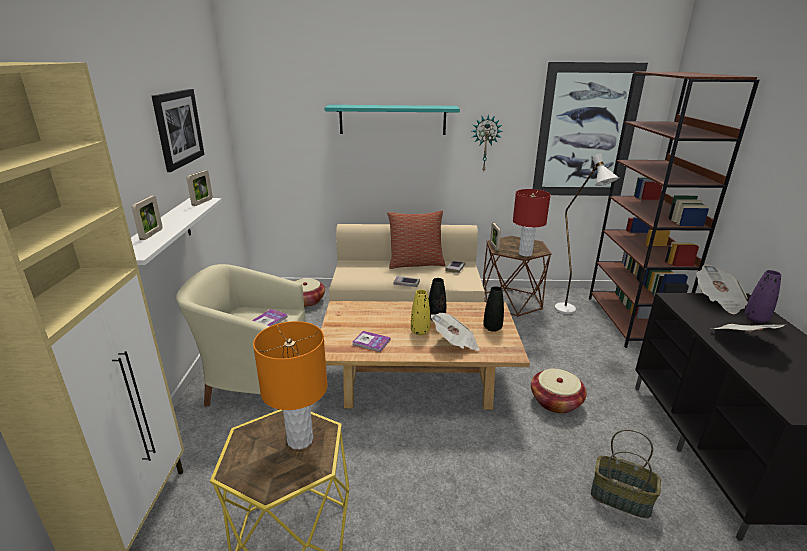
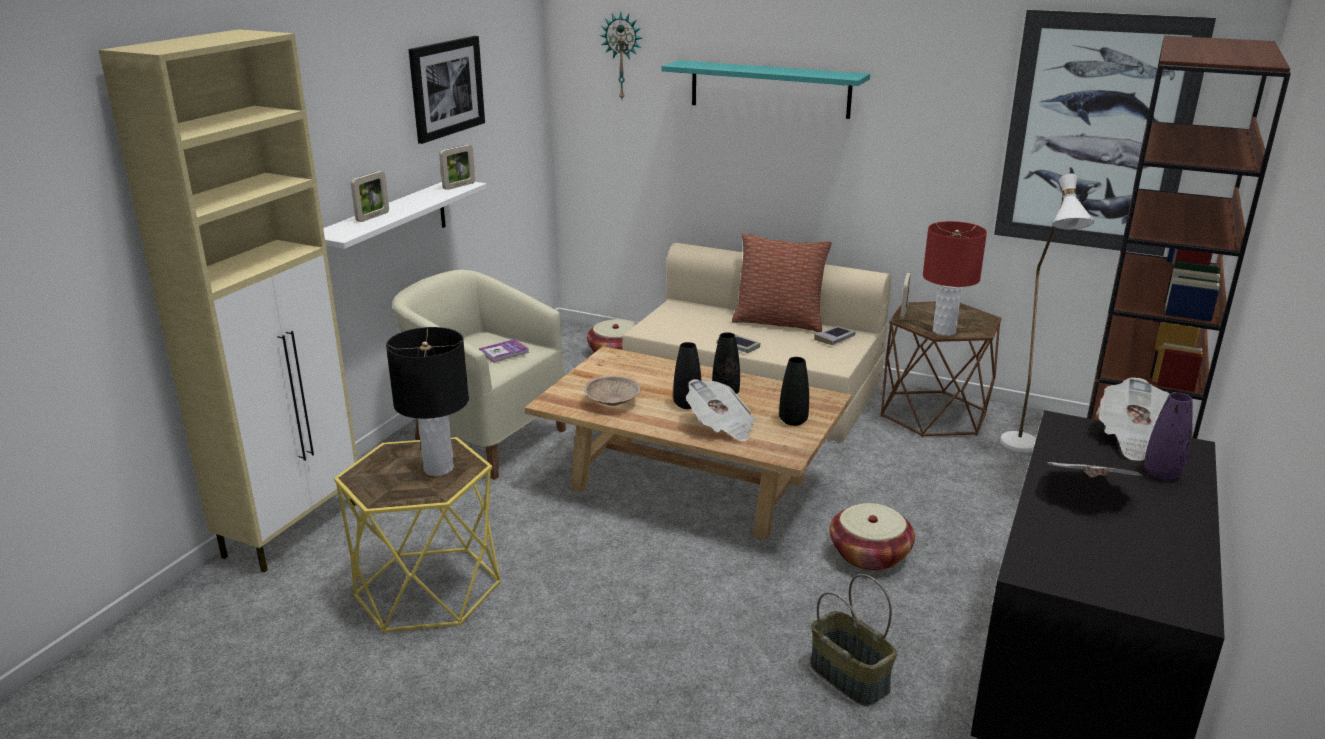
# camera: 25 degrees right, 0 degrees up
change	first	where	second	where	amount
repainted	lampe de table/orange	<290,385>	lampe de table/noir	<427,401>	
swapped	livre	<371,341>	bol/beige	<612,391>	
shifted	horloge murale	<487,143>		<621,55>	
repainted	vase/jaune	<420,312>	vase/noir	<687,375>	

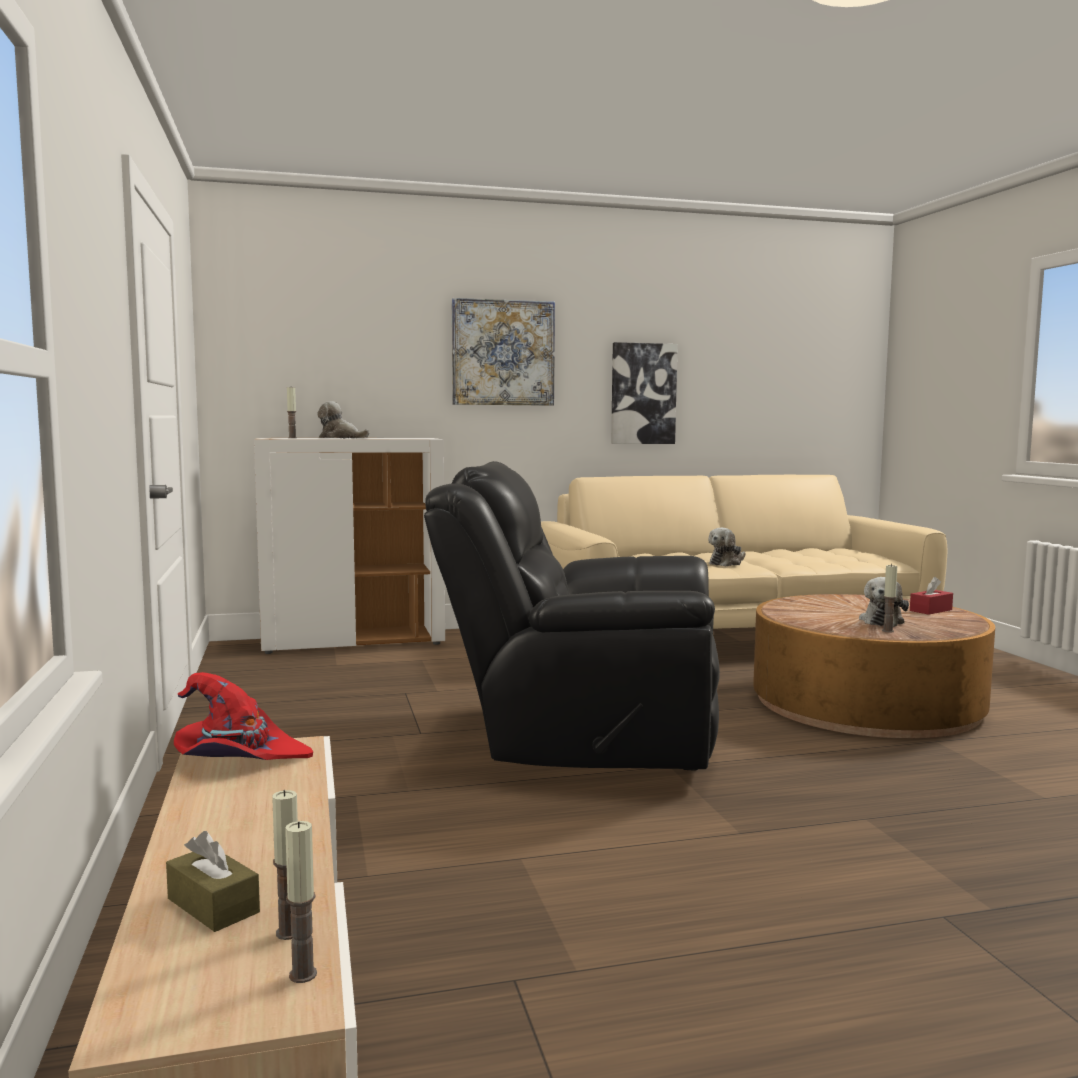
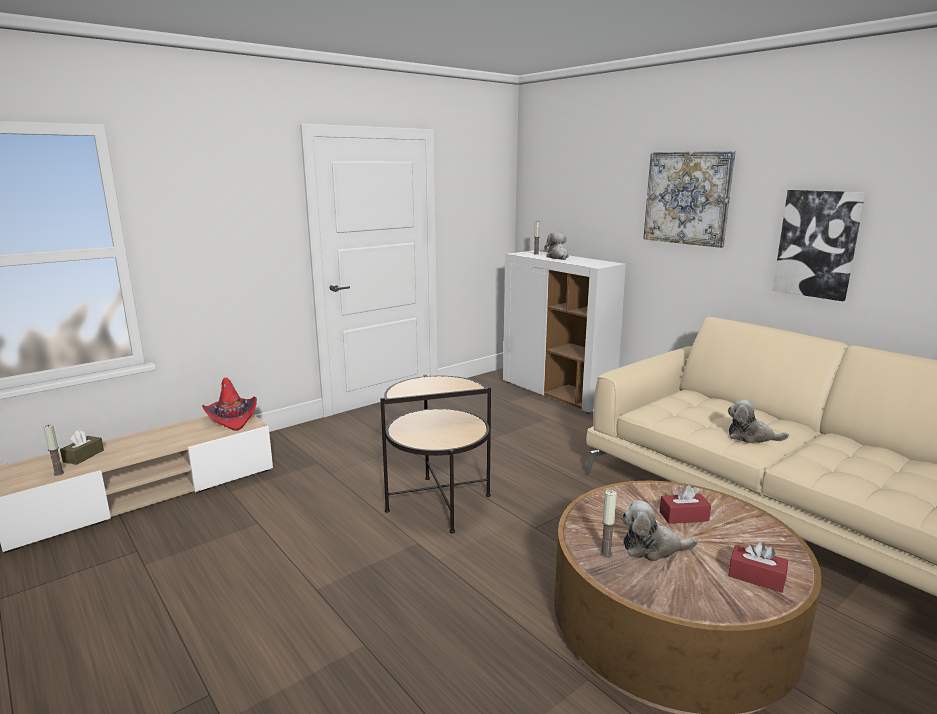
# camera: 65 degrees right, 10 degrees up
change	first	where	second	where	amount
swapped	fauteuil/noir	<572,615>	table d'appoint	<435,454>	
new			boîte à mouchoirs/rouge	<685,504>	
gone	bougie	<301,902>			

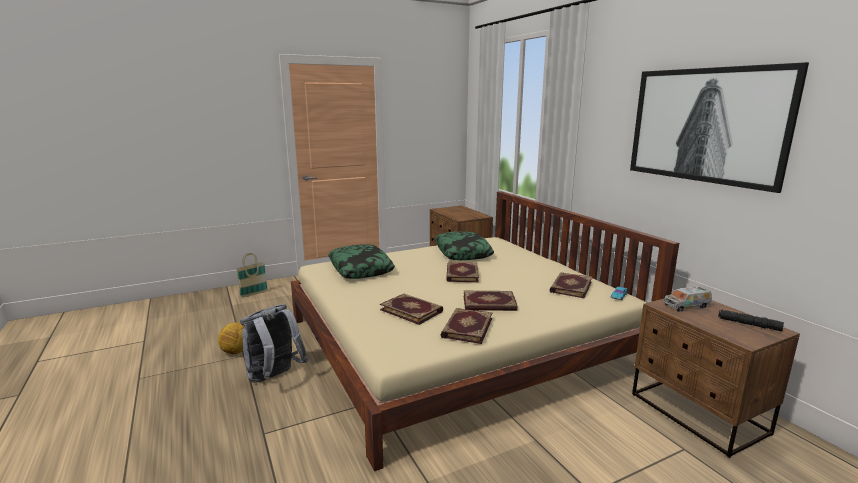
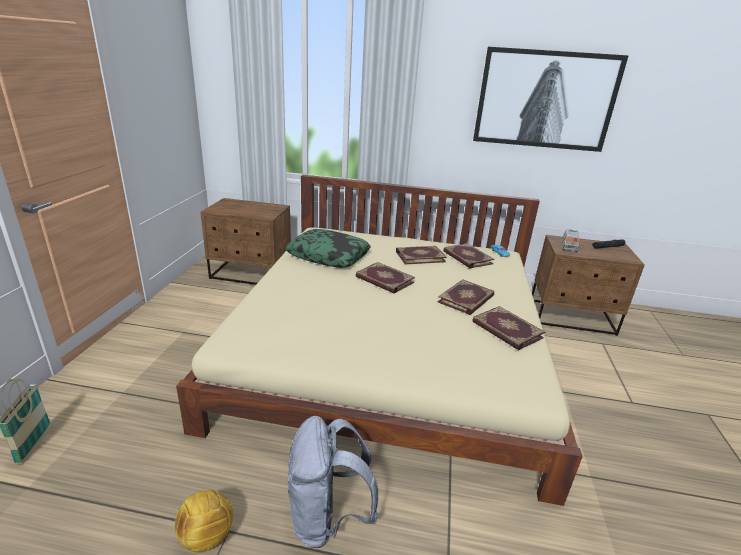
# camera: 55 degrees left, 10 degrees up
change	first	where	second	where	amount
shifted	livre	<411,309>		<421,255>	
gone	coussin	<361,261>			

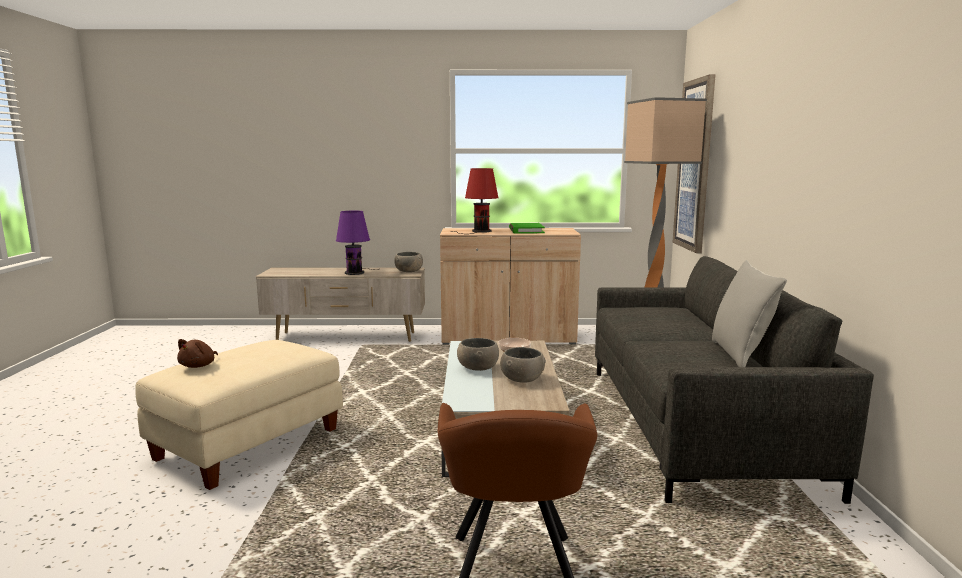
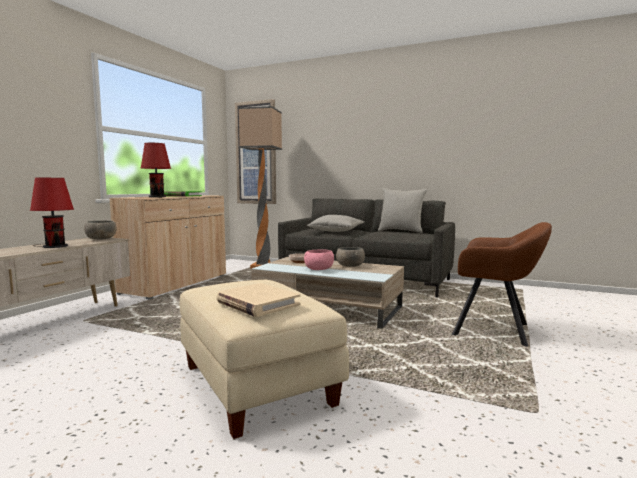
# camera: 65 degrees left, 5 degrees down
change	first	where	second	where	amount
repainted	lampe de table/violet	<357,243>	lampe de table/rouge	<52,213>	
swapped	peluche/marron	<197,353>	livre/beige	<259,300>	
repainted	bol/gris	<478,354>	bol/rose	<319,260>	
new			coussin/gris	<335,223>	

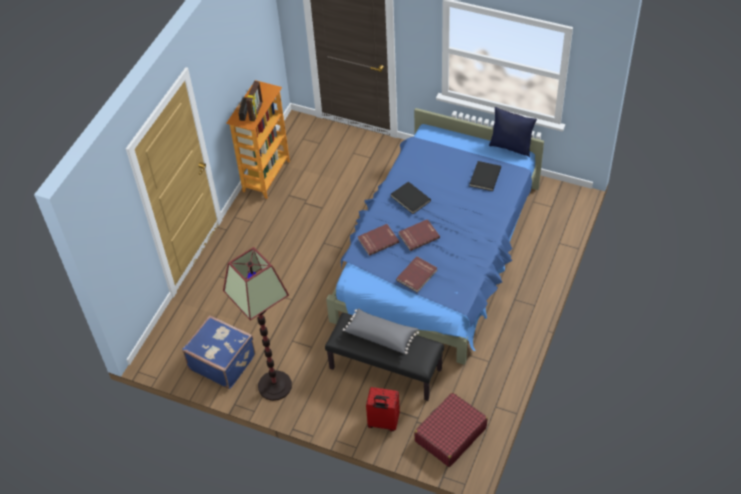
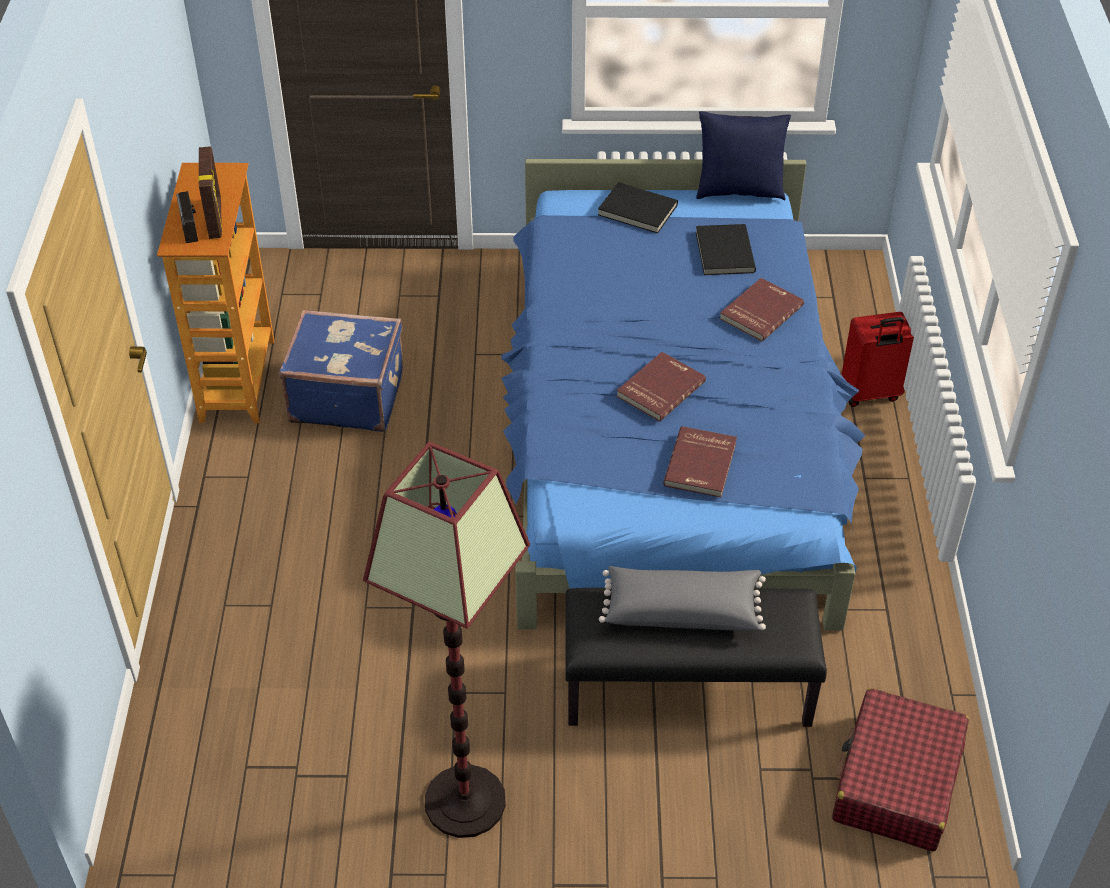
# camera: 25 degrees left, 5 degrees down
change	first	where	second	where	amount
shifted	valise/bleu	<218,352>		<341,371>	
shifted	livre/noir	<411,198>		<638,207>	
shifted	livre/rouge	<378,240>		<762,309>	
shifted	valise/rouge	<383,409>		<878,359>	

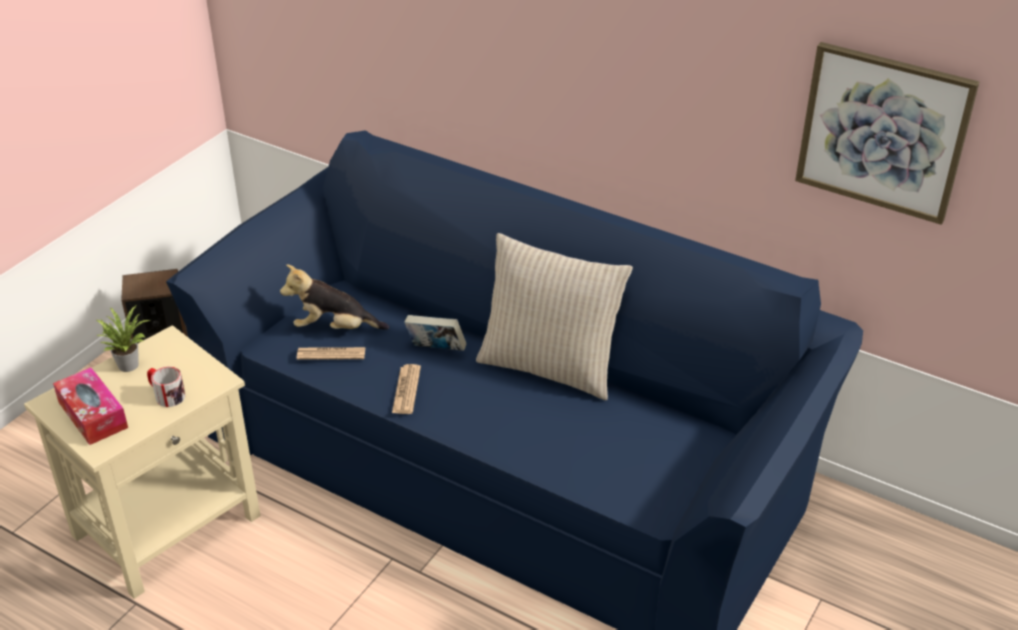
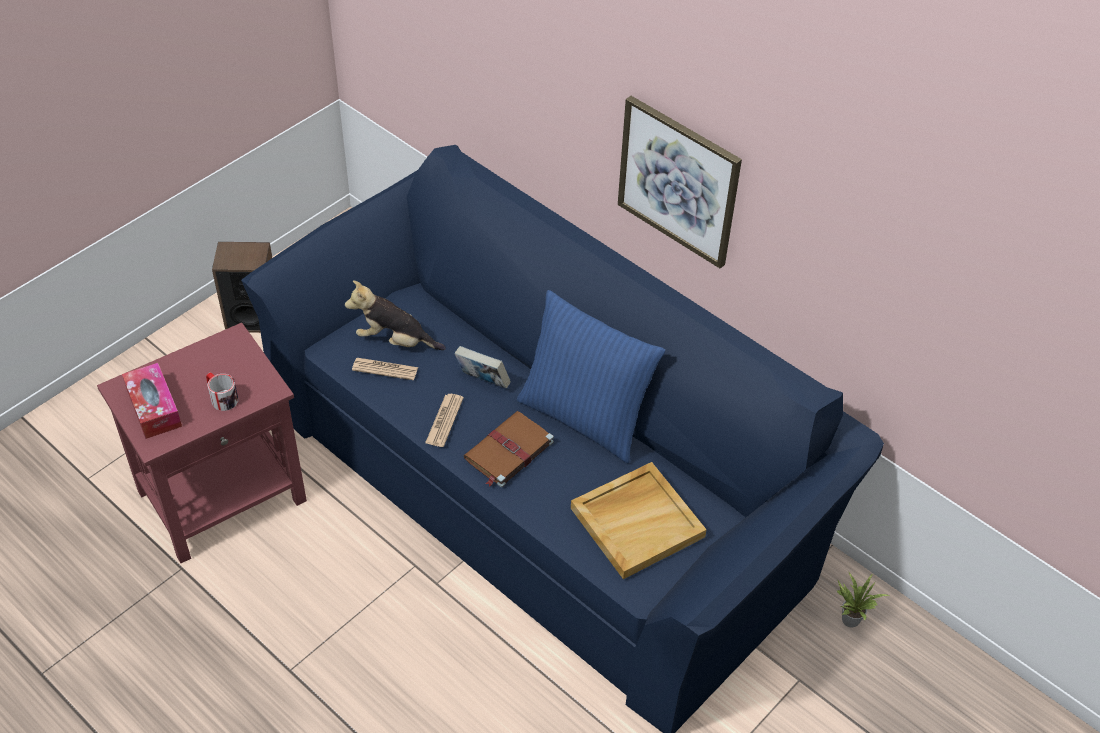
# camera: 10 degrees right, 10 degrees up
change	first	where	second	where	amount
repainted	table d'appoint/beige	<142,462>	table d'appoint/rouge	<202,443>	
new			livre/marron	<509,449>	
repainted	coussin/beige	<554,316>	coussin/bleu	<591,376>	
new			plateau/beige	<639,520>	
shifted	tableau	<887,133>		<680,182>	
shifted	plante en pot	<122,339>		<863,599>	

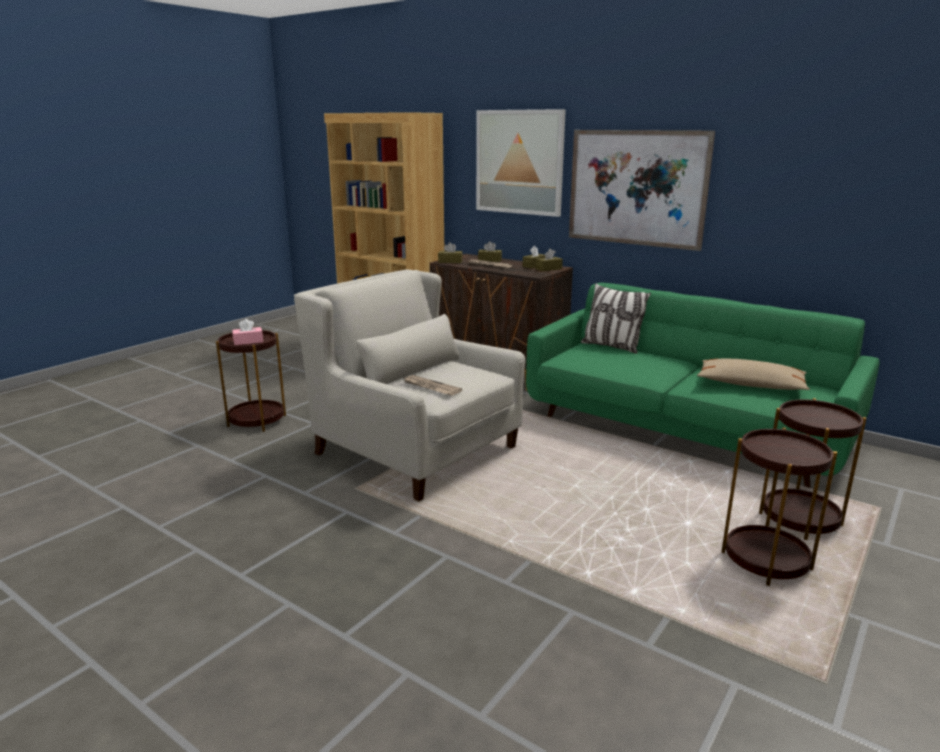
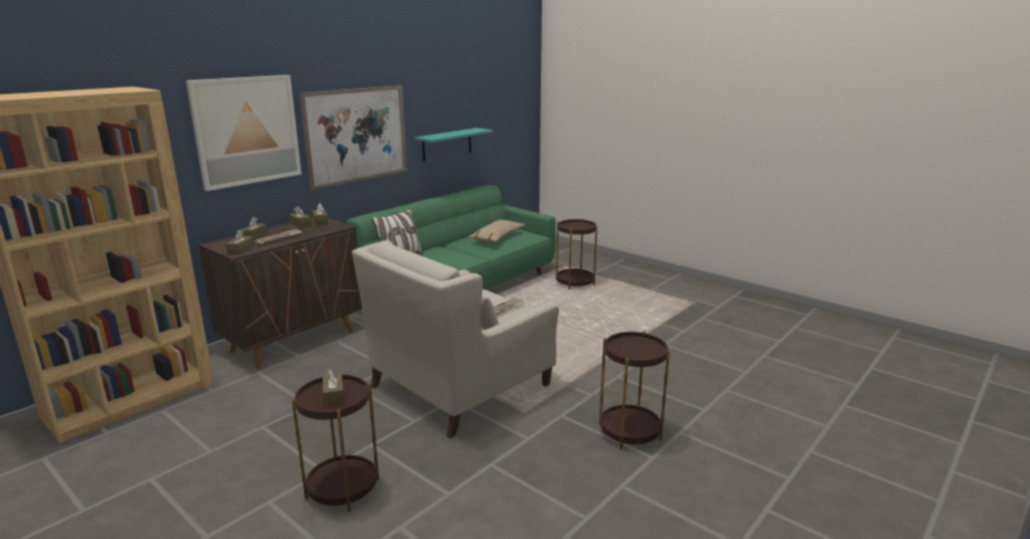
# camera: 85 degrees left, 0 degrees up
change	first	where	second	where	amount
repainted	boîte à mouchoirs/rose	<247,332>	boîte à mouchoirs/marron	<333,387>	
new			étagère/turquoise	<454,144>	
shifted	table d'appoint/marron	<779,507>		<634,390>	

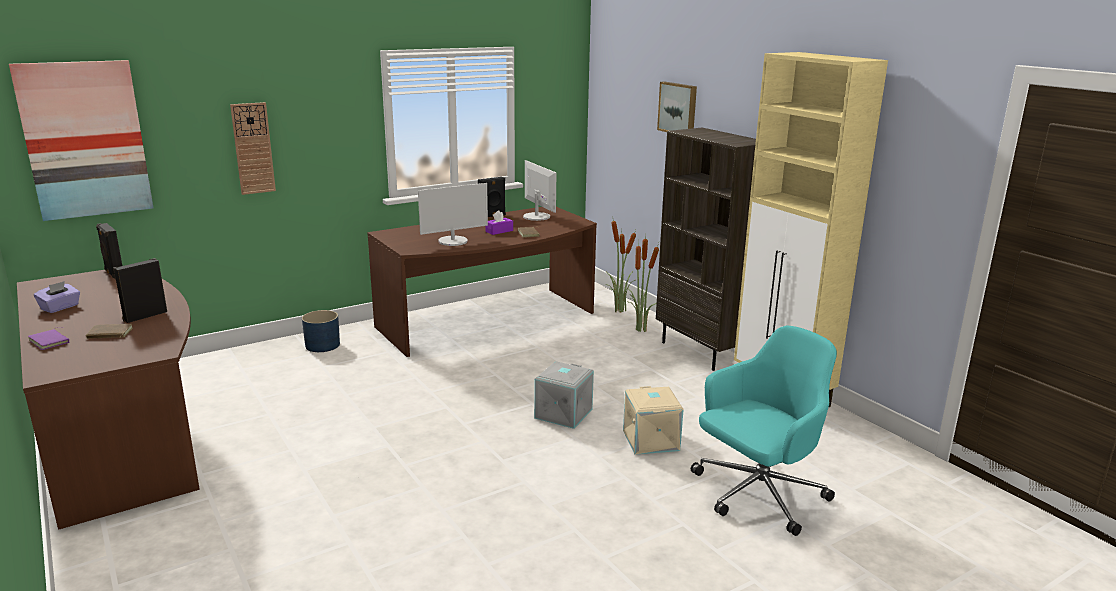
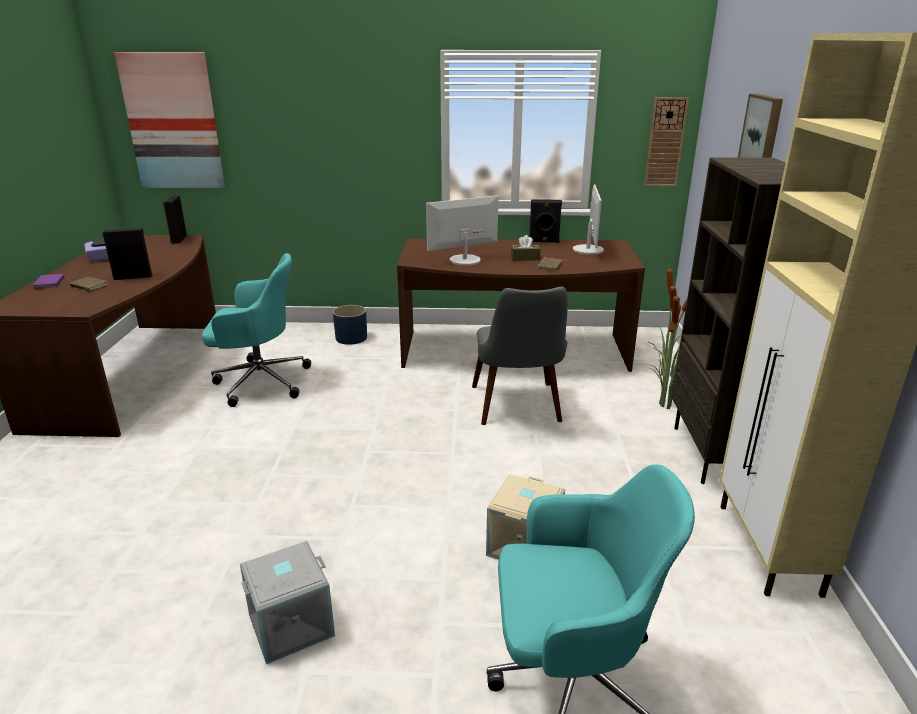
# camera: 35 degrees right, 5 degrees up
change	first	where	second	where	amount
new			chaise de bureau/turquoise	<256,330>	
shifted	boîte de rangement/gris	<564,395>		<287,602>	
rotated	écran d'ordinateur	<453,214>		<462,230>	150 degrees clockwise
new			chaise/gris	<520,356>	
repainted	boîte à mouchoirs/violet	<499,222>	boîte à mouchoirs/marron	<526,248>	
shifted	horloge murale	<253,148>		<666,142>	

